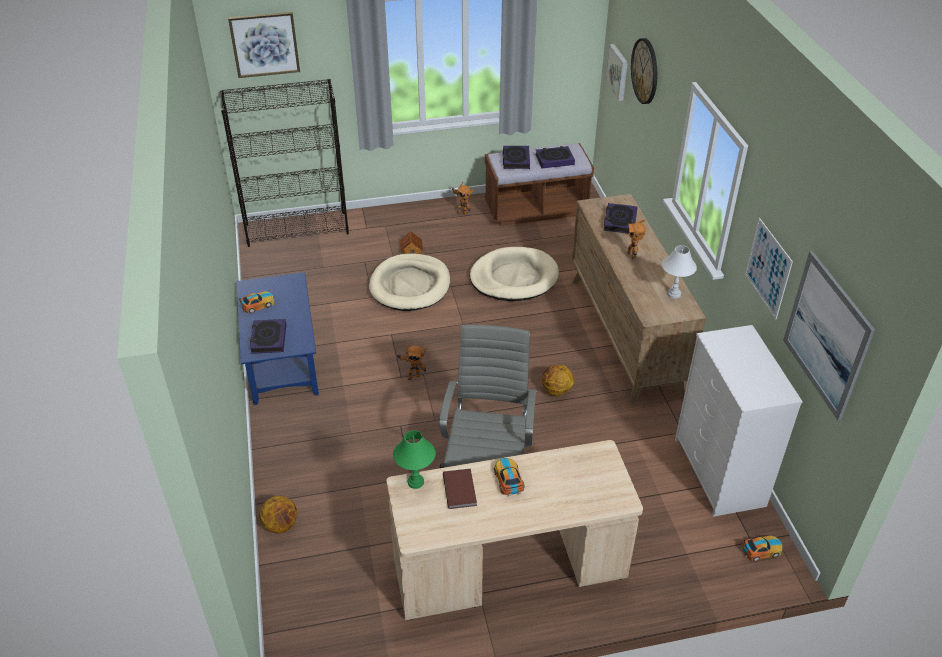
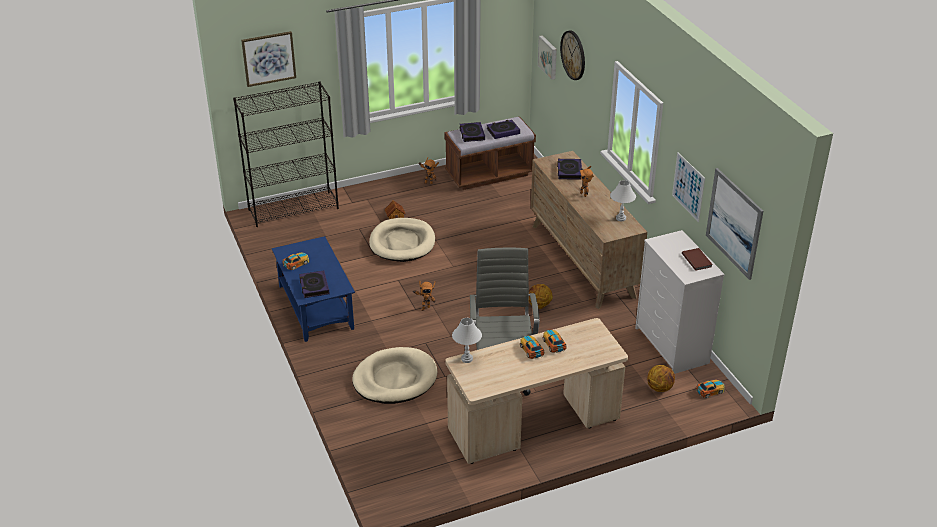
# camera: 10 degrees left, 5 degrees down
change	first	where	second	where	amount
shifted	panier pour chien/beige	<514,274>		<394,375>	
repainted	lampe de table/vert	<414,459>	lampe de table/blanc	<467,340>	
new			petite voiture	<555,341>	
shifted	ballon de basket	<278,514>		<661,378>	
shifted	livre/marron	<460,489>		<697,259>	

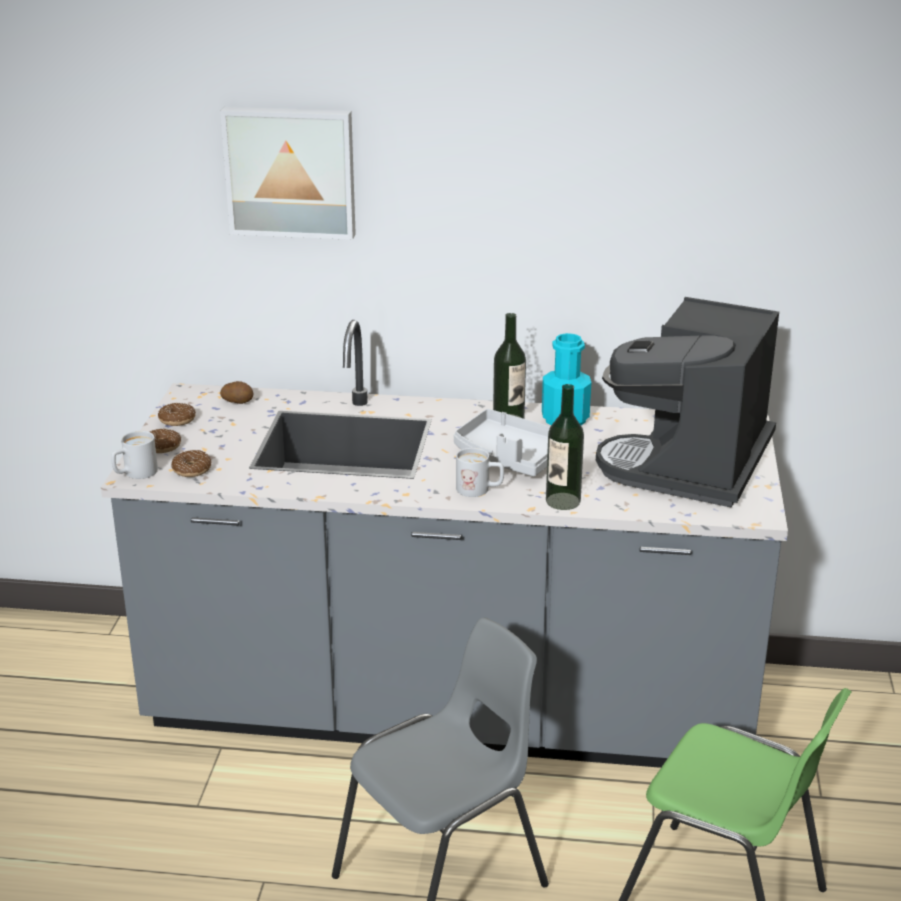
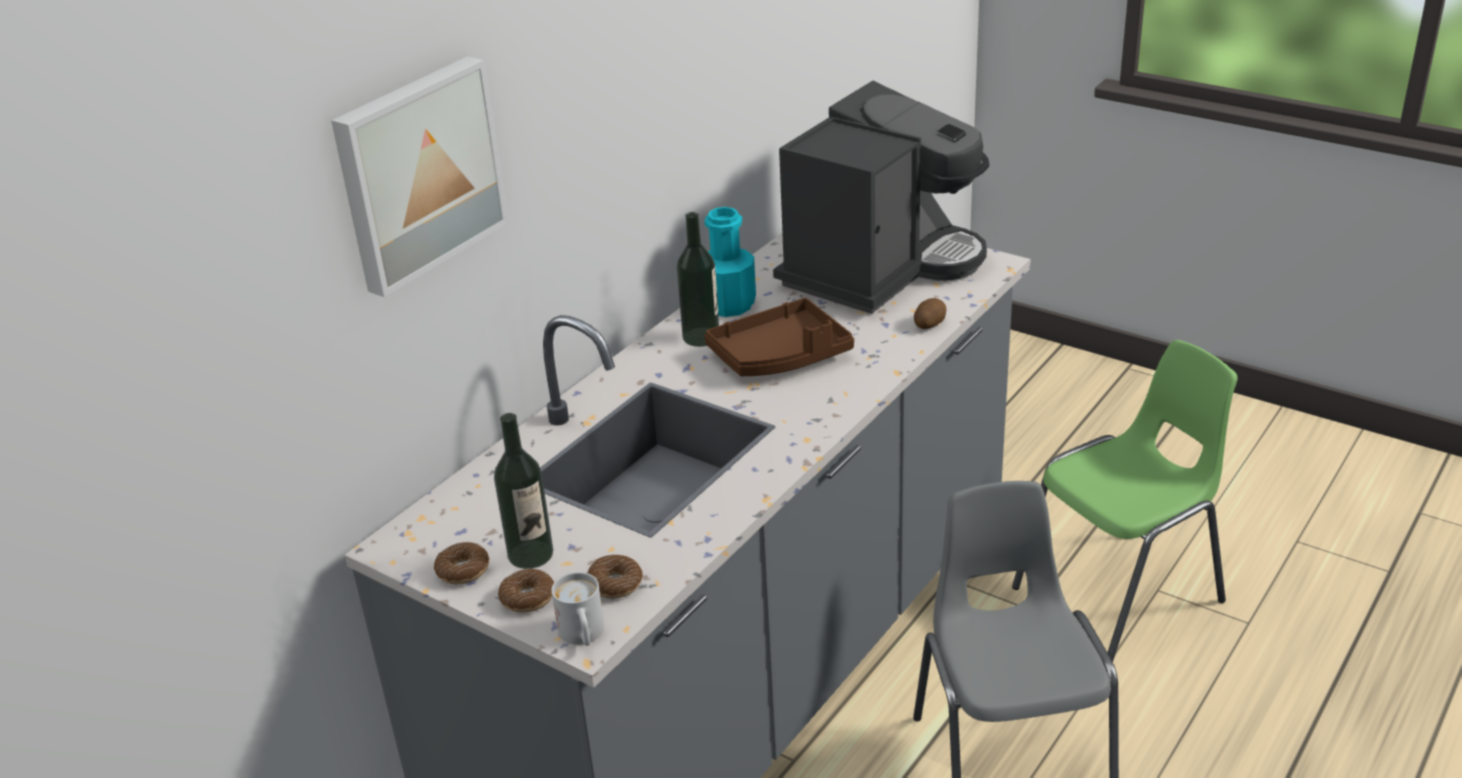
# camera: 60 degrees left, 5 degrees up
change	first	where	second	where	amount
shifted	bouteille	<565,447>		<523,491>	
repainted	plateau/gris	<502,443>	plateau/marron	<779,337>	
rotated	machine à café	<687,402>		<881,197>	105 degrees counterclockwise
shifted	pomme de terre	<236,392>		<930,313>	
gone	mug/blanc	<480,472>			

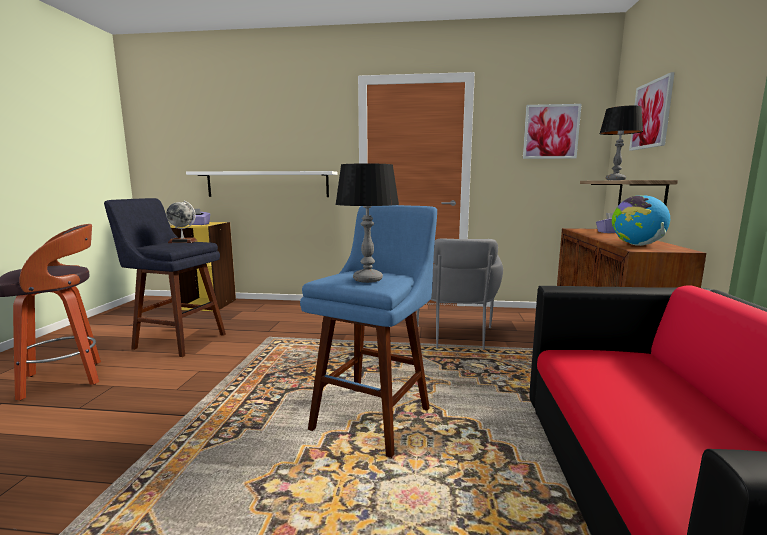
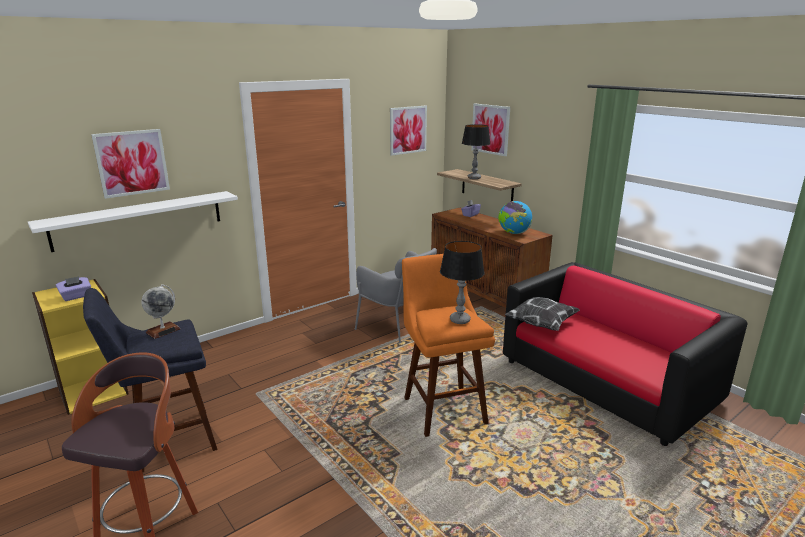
# camera: 45 degrees left, 10 degrees up
change	first	where	second	where	amount
new			tableau	<130,164>	
repainted	tabouret/bleu	<368,331>	tabouret/orange	<448,345>	
new			coussin	<542,314>	

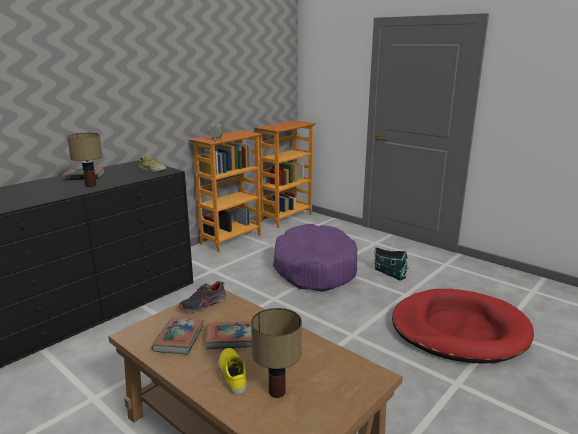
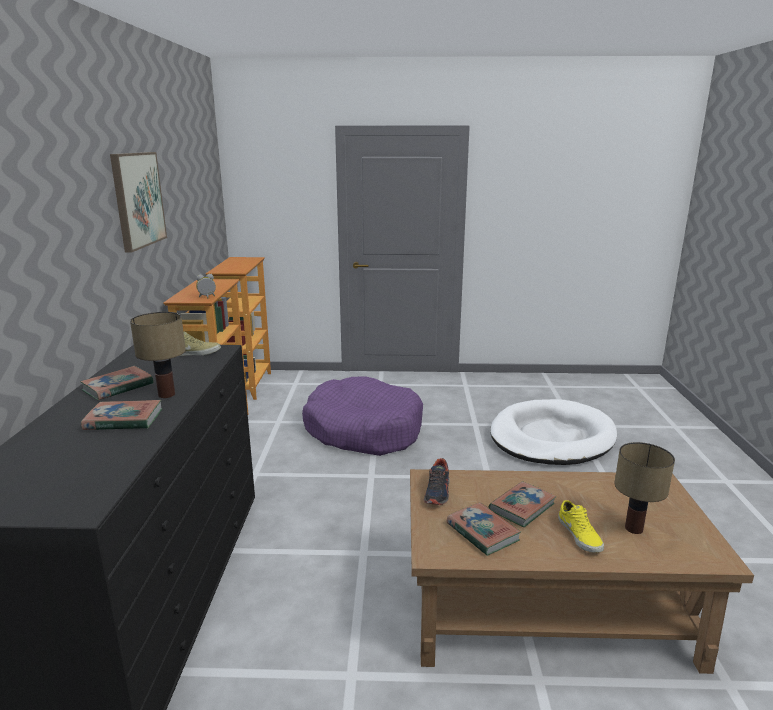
# camera: 40 degrees left, 0 degrees up
change	first	where	second	where	amount
new			livre	<121,415>	
new			tableau	<138,202>	
repainted	panier pour chien/rouge	<463,326>	panier pour chien/blanc	<553,432>	
rotated	chaussure/jaune	<232,371>		<581,526>	135 degrees counterclockwise
gone	maison miniature	<391,264>			

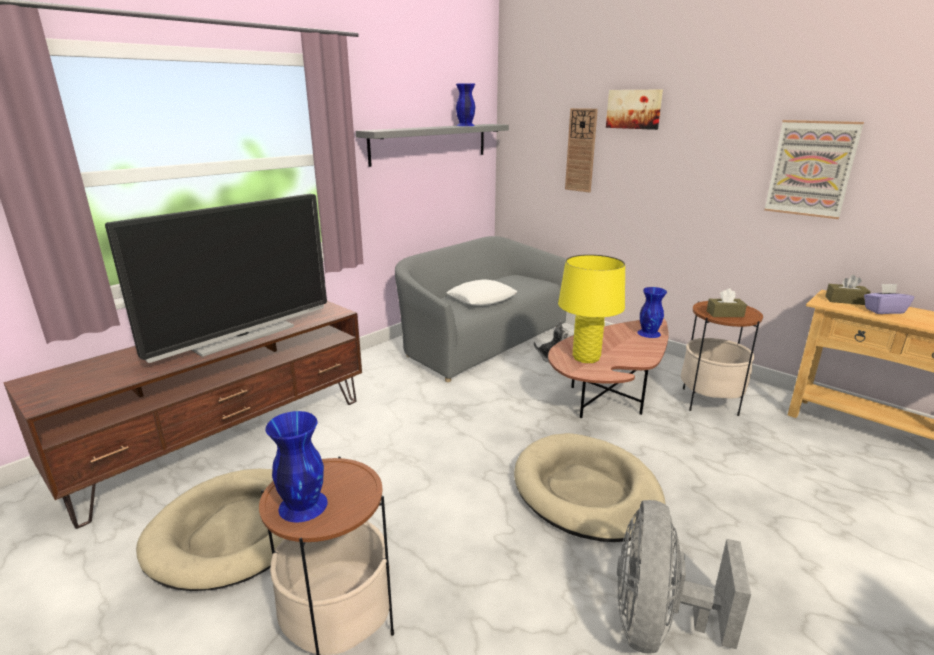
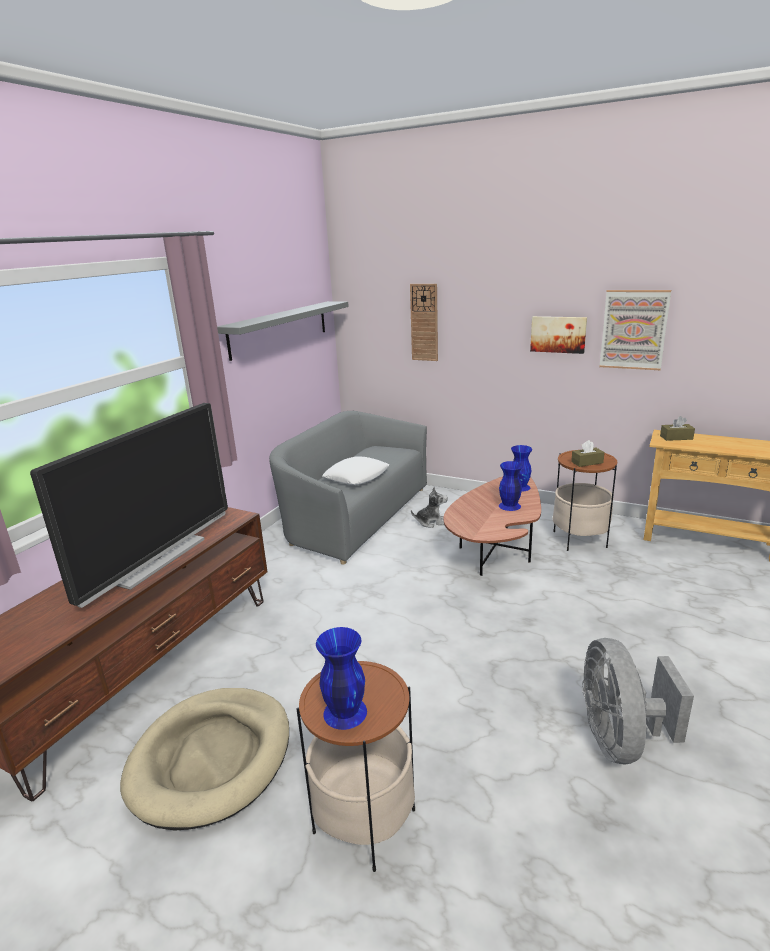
# camera: 15 degrees left, 0 degrees up
change	first	where	second	where	amount
shifted	vase/bleu	<465,104>		<511,486>	
shifted	tableau	<634,110>		<558,335>	
gone	panier pour chien/beige	<590,487>			
gone	lampe de table/jaune	<591,308>			
gone	boîte à mouchoirs/violet	<889,299>			

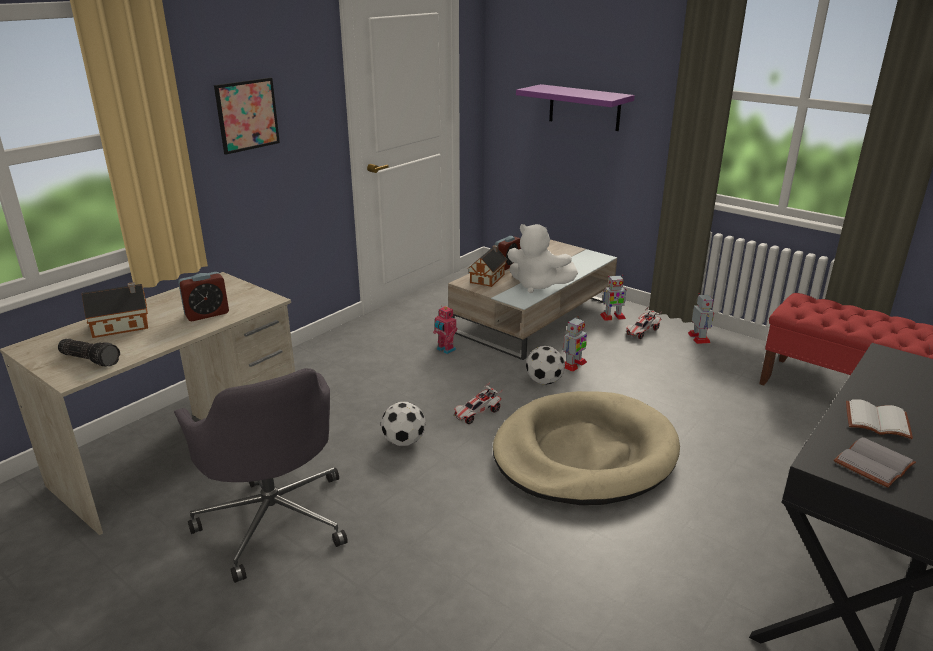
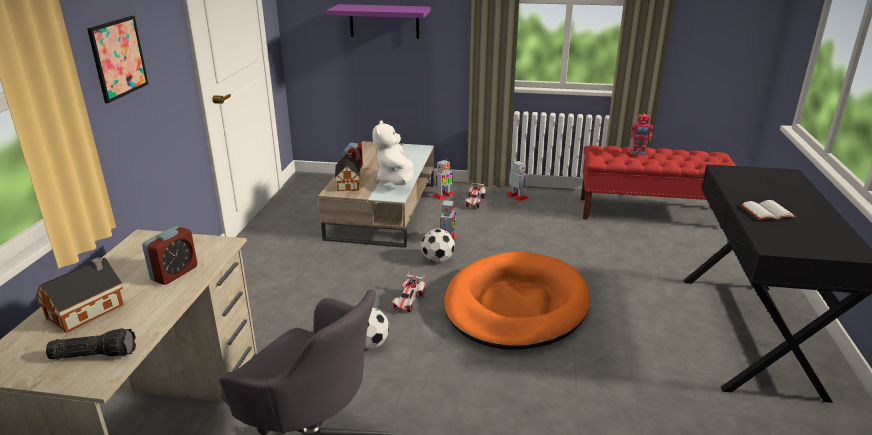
# camera: 30 degrees left, 0 degrees up
change	first	where	second	where	amount
rotated	peluche/blanc	<542,258>		<393,152>	90 degrees clockwise
repainted	panier pour chien/beige	<586,448>	panier pour chien/orange	<517,301>	
shifted	robot jouet	<445,330>		<642,134>	
gone	livre/gris	<875,462>			

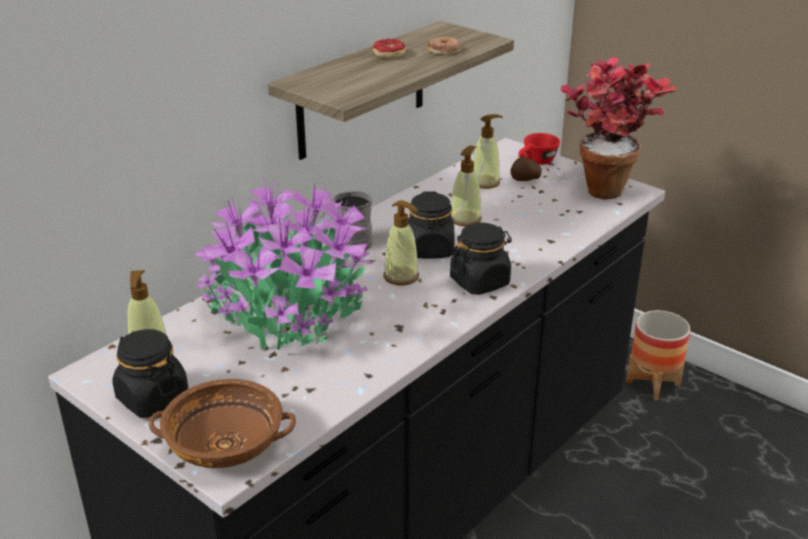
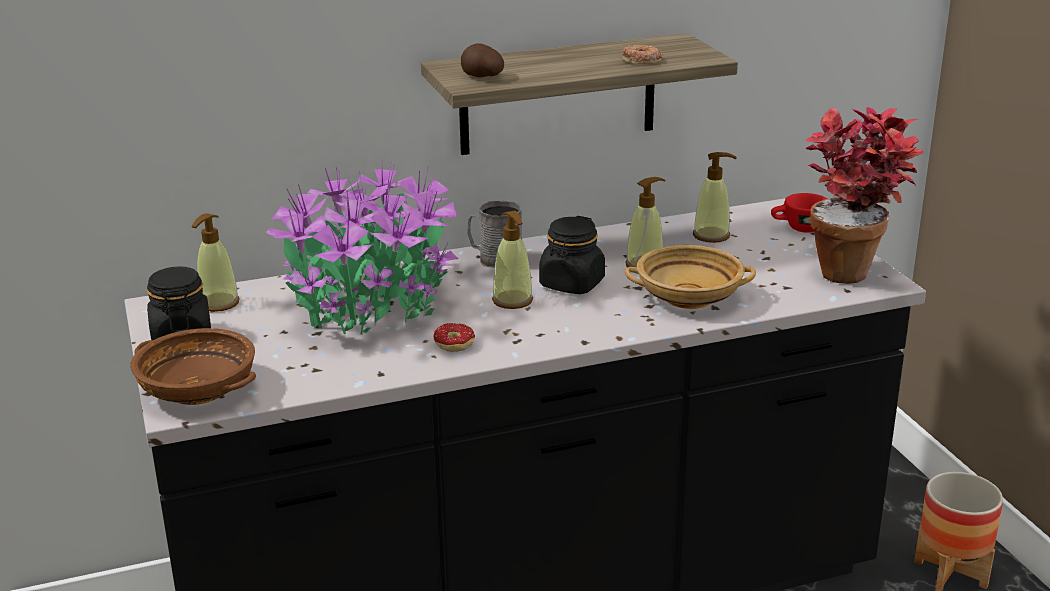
# camera: 30 degrees right, 5 degrees down
change	first	where	second	where	amount
shifted	beignet	<389,49>		<454,337>	
shifted	pomme de terre	<526,169>		<482,60>	
new			bol/beige	<690,277>	
gone	bocal/noir	<481,259>			

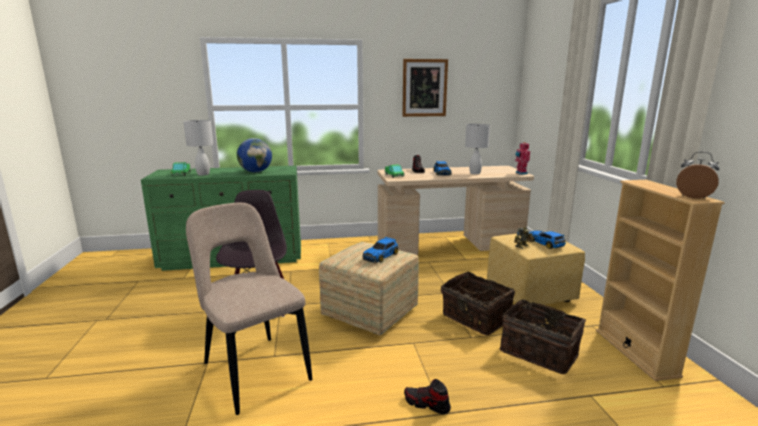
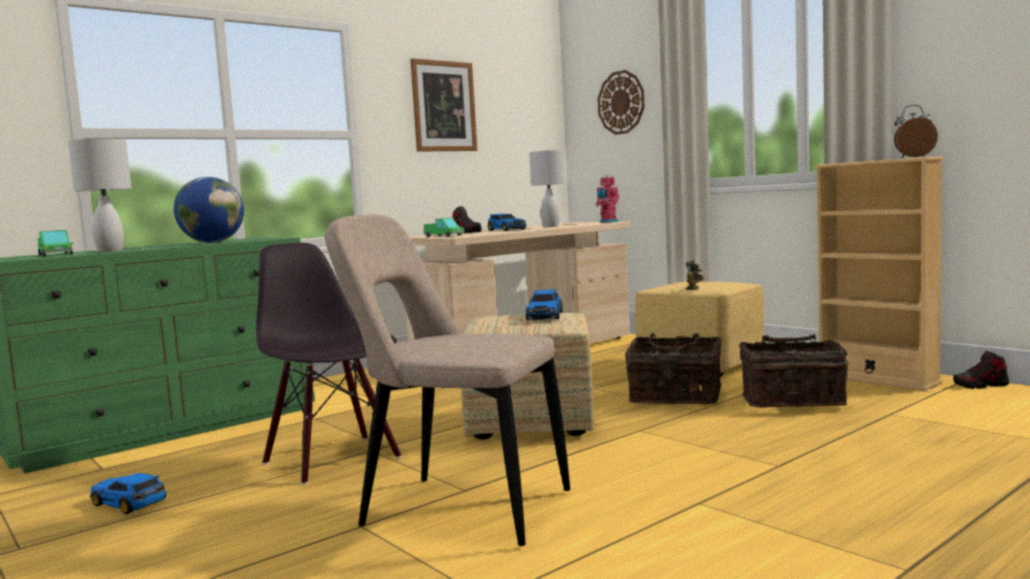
# camera: 30 degrees left, 10 degrees down
change	first	where	second	where	amount
shifted	petite voiture	<547,239>		<128,494>	
new			horloge murale	<621,102>	
shifted	chaussure	<427,396>		<981,370>	

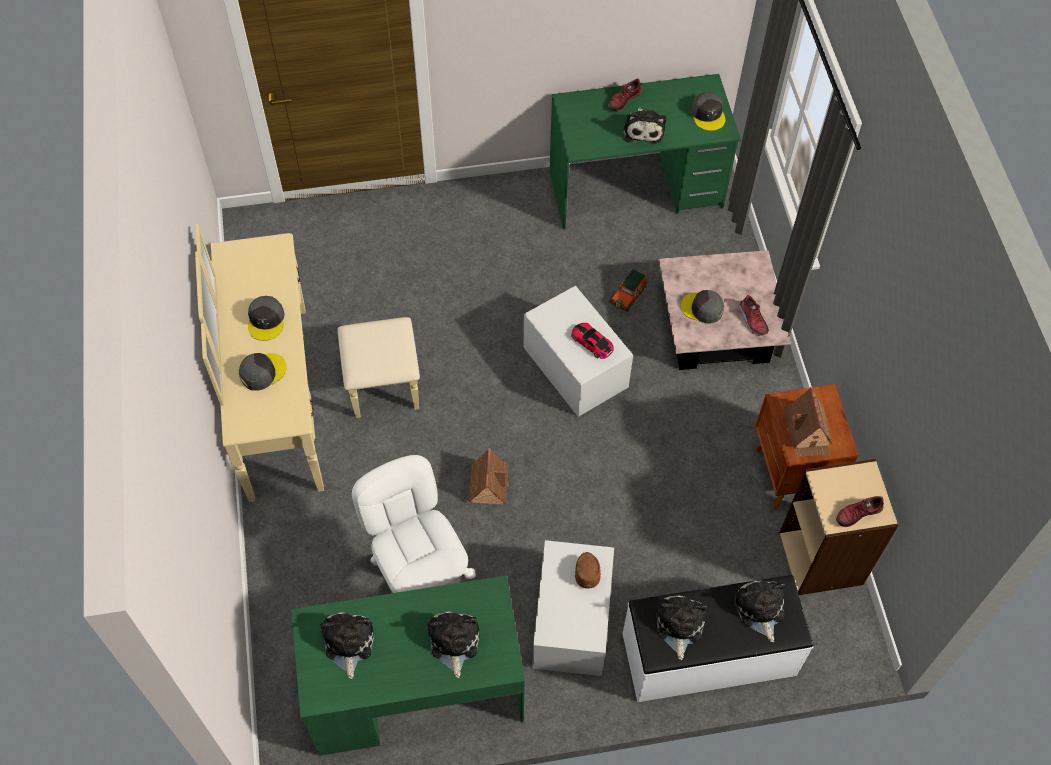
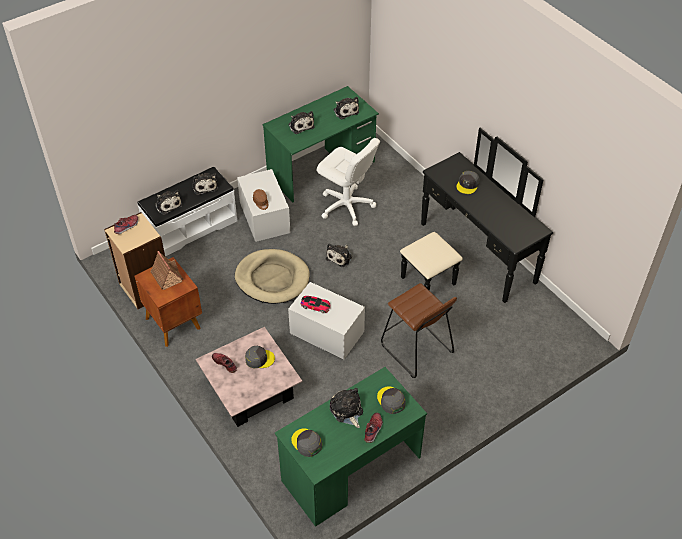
# camera: 155 degrees right, 10 degrees down
change	first	where	second	where	amount
new			panier pour chien/beige	<272,276>	
swapped	maison miniature	<488,476>	peluche	<339,255>	
shifted	casquette/gris	<266,318>		<391,400>	
new			tabouret/marron	<419,330>	
repainted	commode/beige	<307,363>	commode/noir	<476,215>	
gone	petite voiture	<628,290>			

